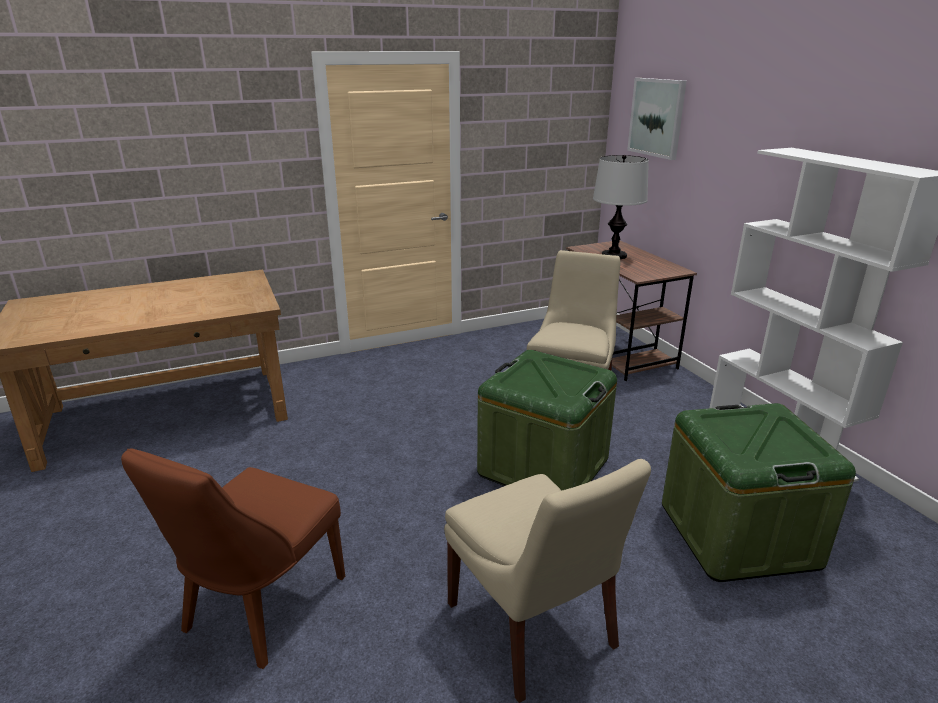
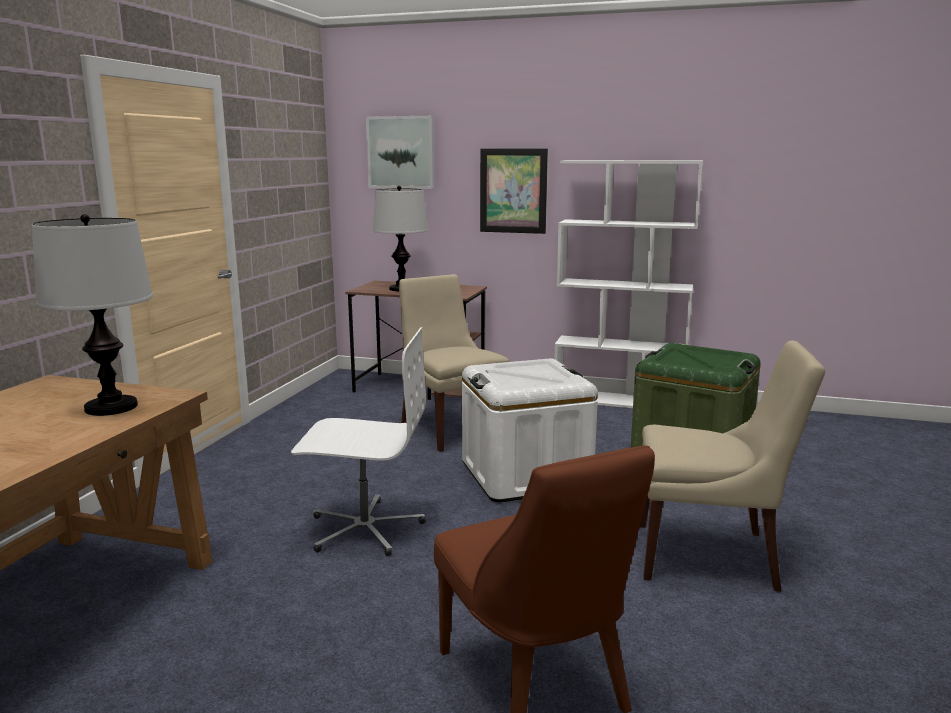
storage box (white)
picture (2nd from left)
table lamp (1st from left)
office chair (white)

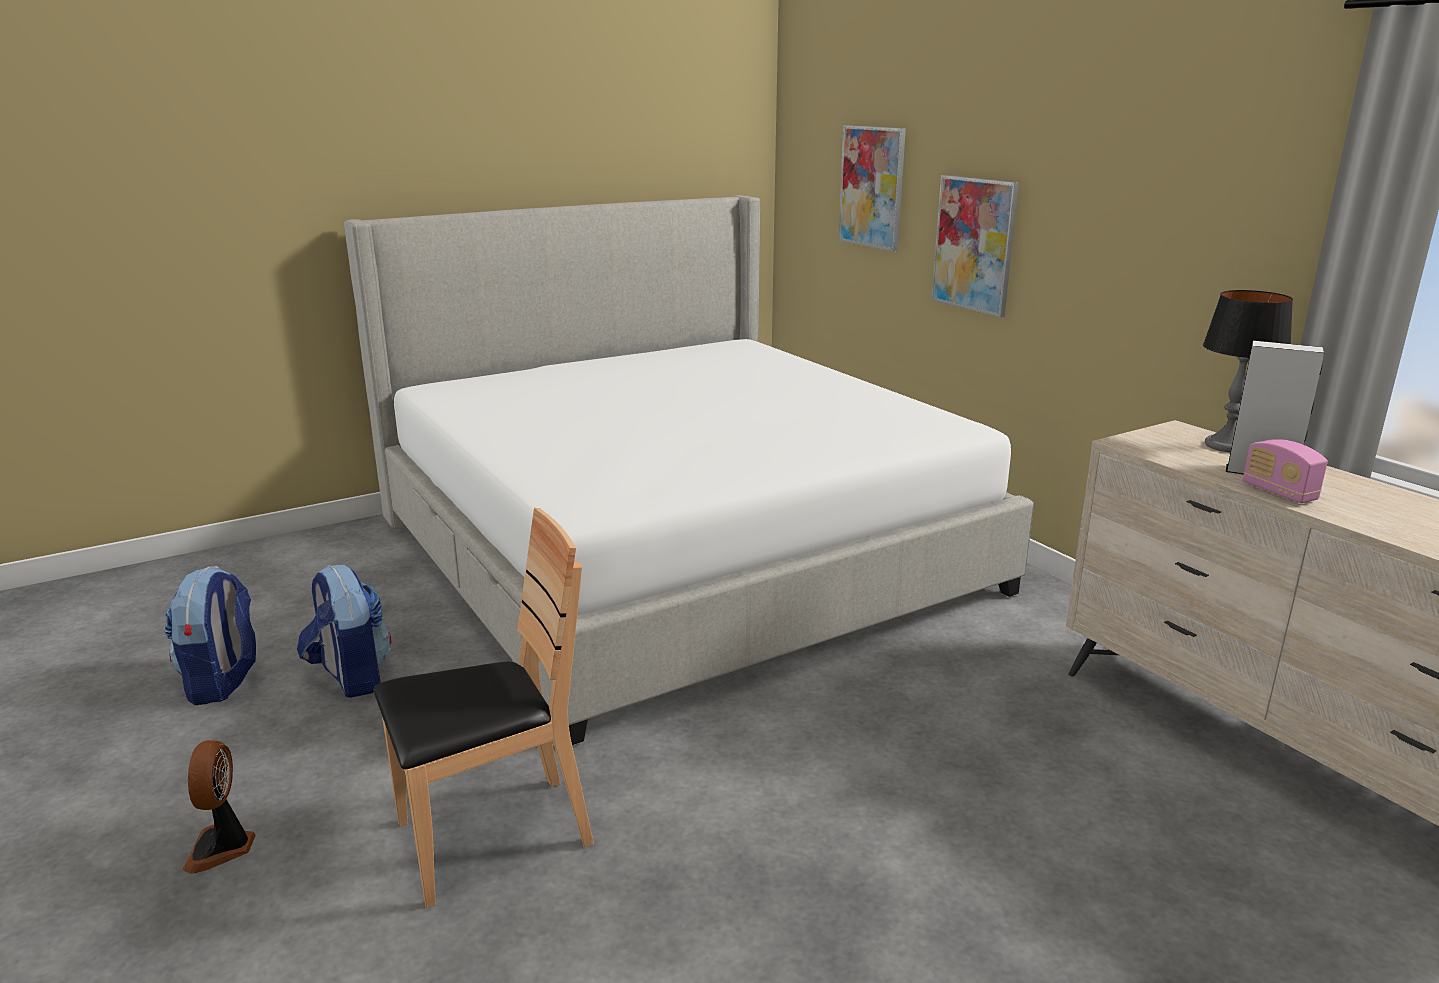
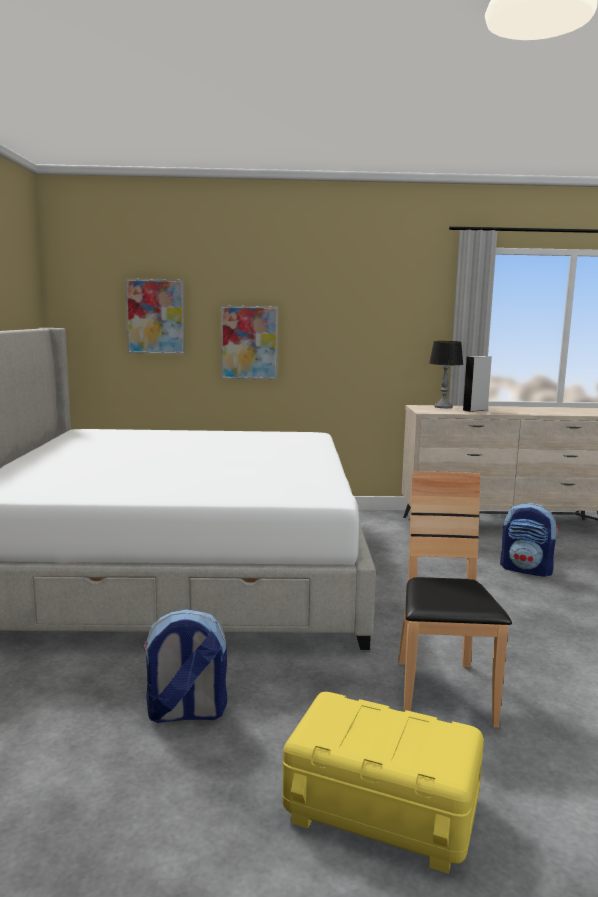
radio
backpack (2nd from left)
storage box (yellow)

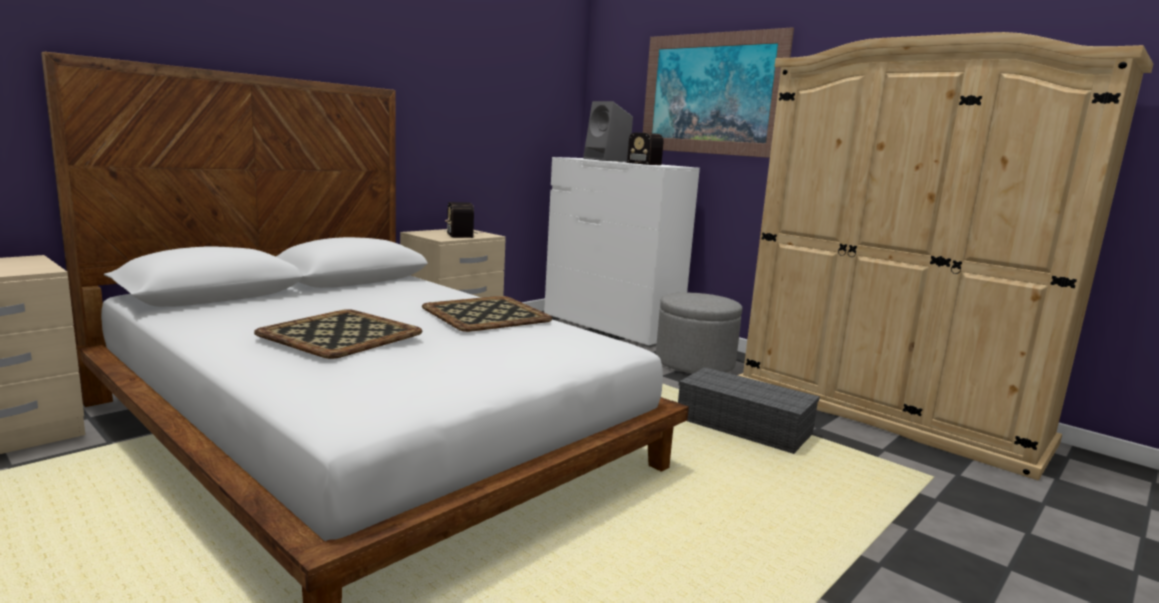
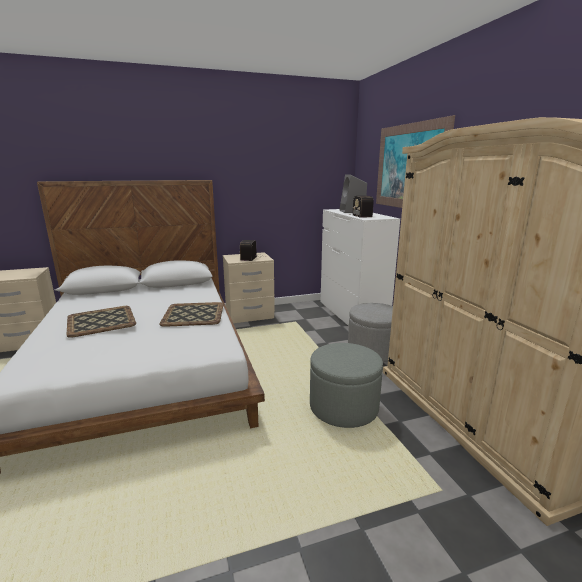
ottoman (grey) (1st from left)

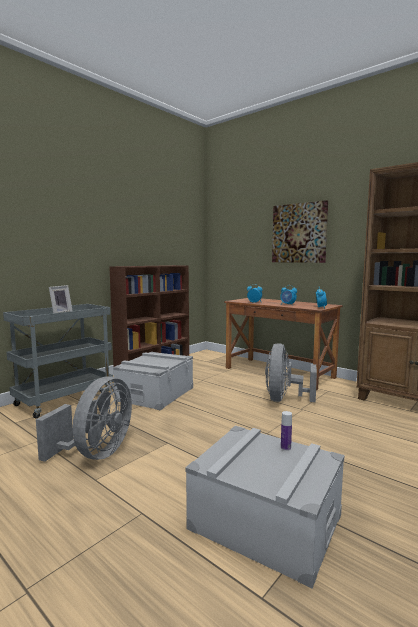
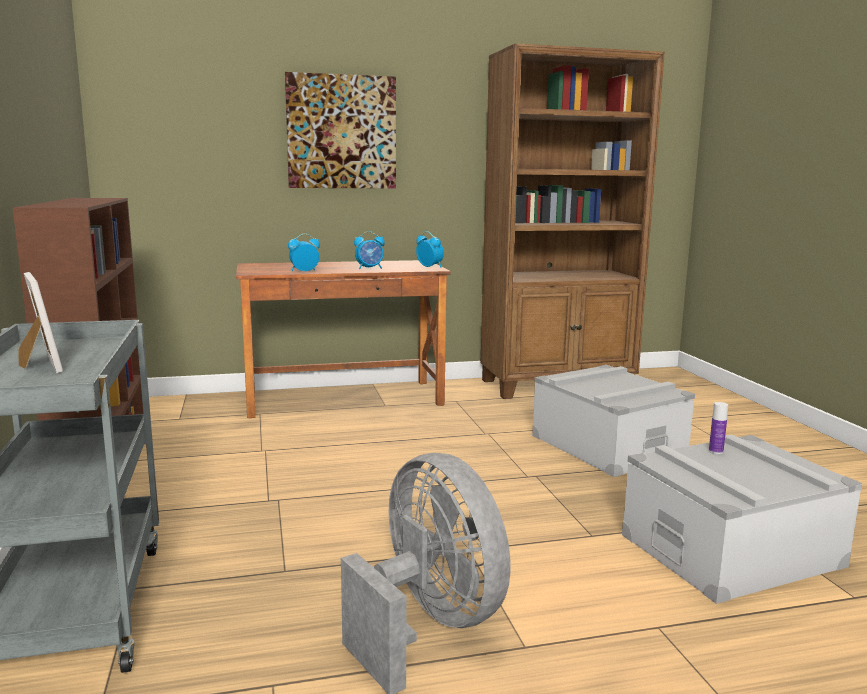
fan (grey) (2nd from left in the first image)
storage box (grey) (1st from left)

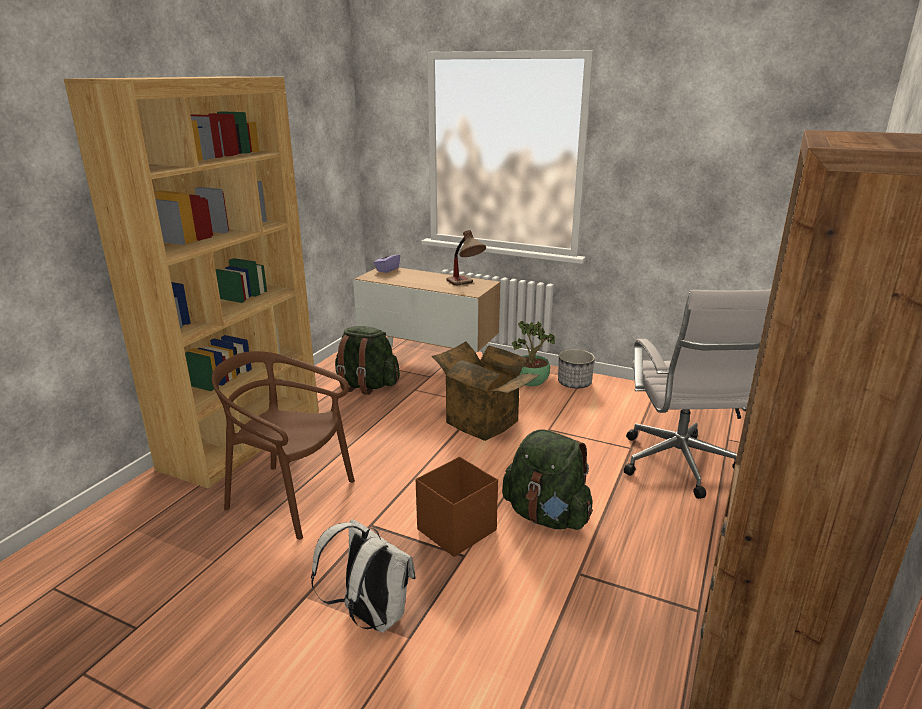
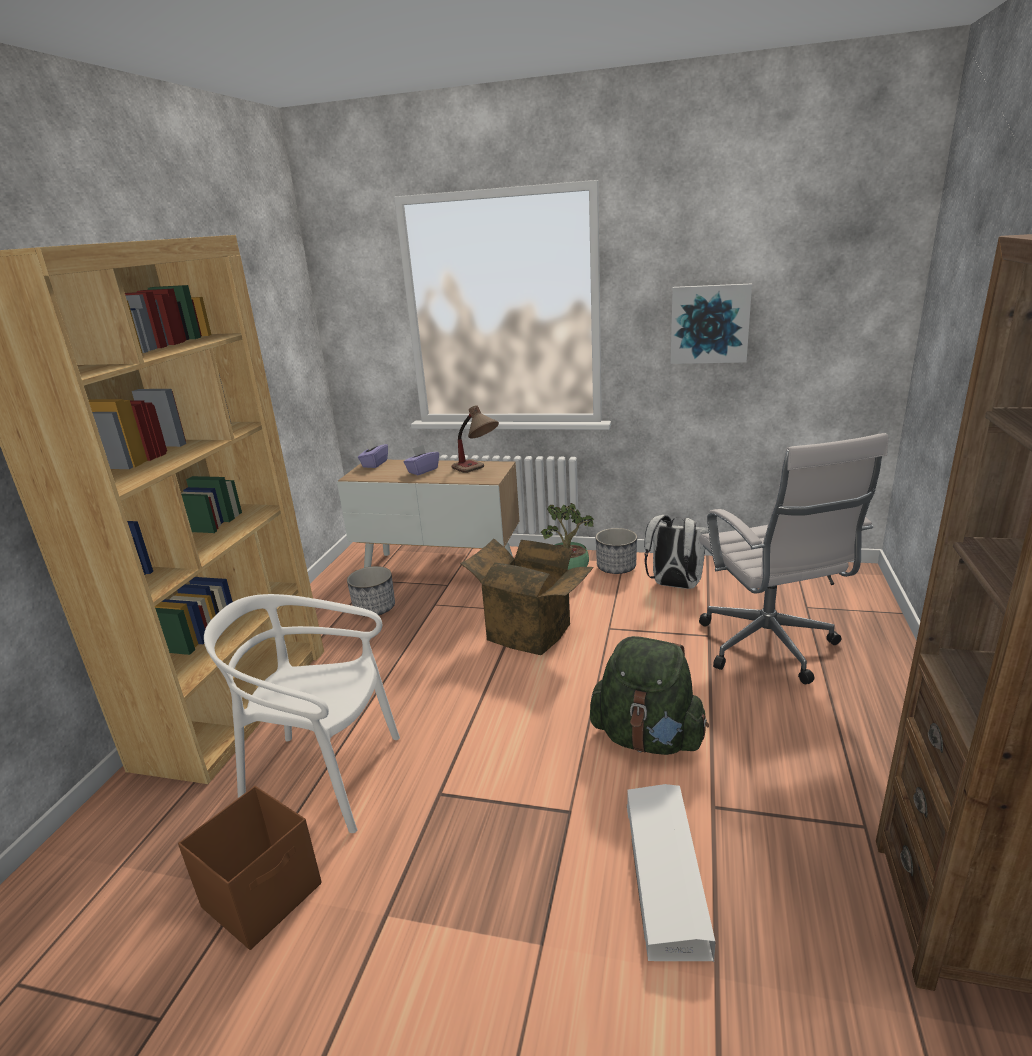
planter (1st from left)
chair (white)
storage box (brown)
backpack (white)
picture
tissue box (purple) (2nd from left)
storage box (white)

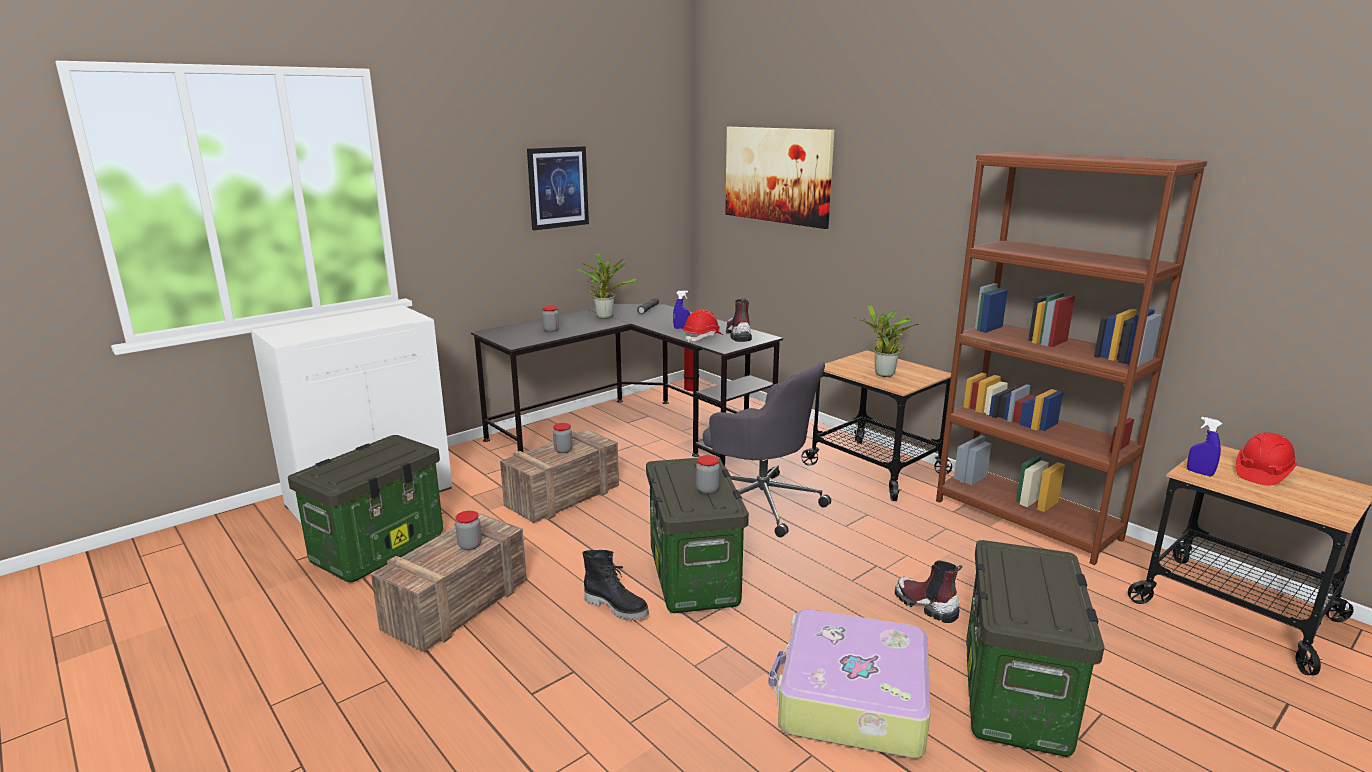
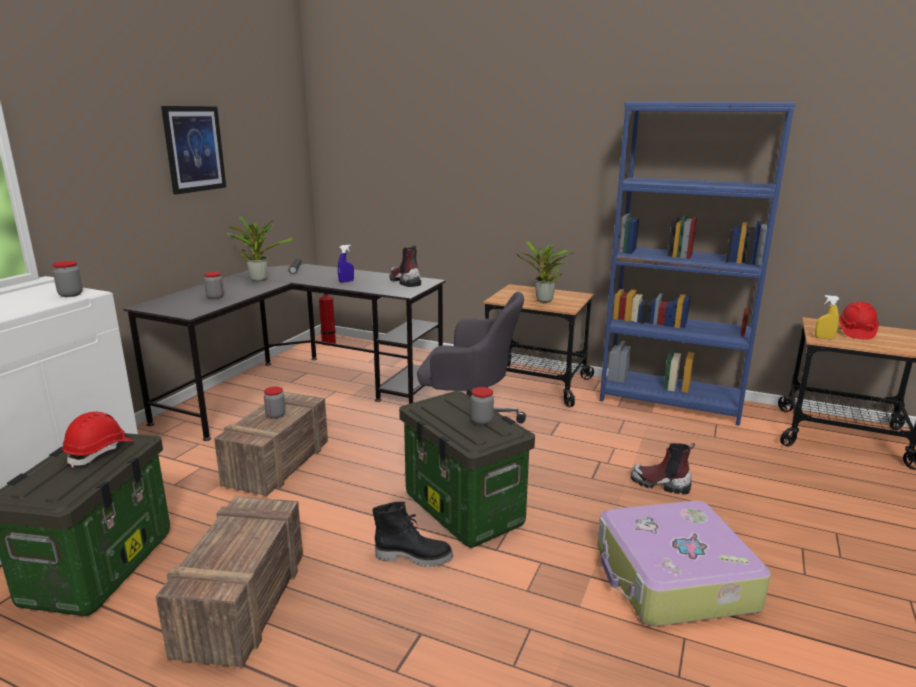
picture (2nd from left in the first image)
bookcase (blue)
hard hat (red) (1st from left)
spray bottle (yellow)
jar (1st from left)
storage box (3rd from left in the first image)

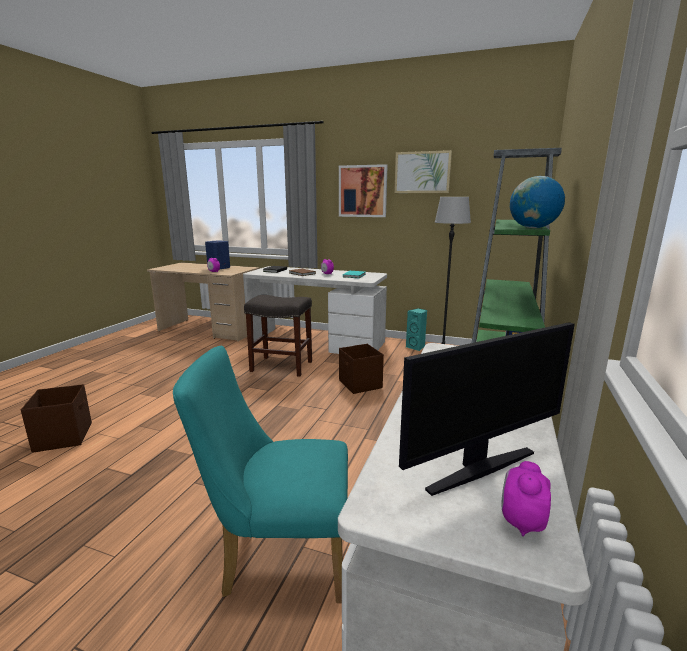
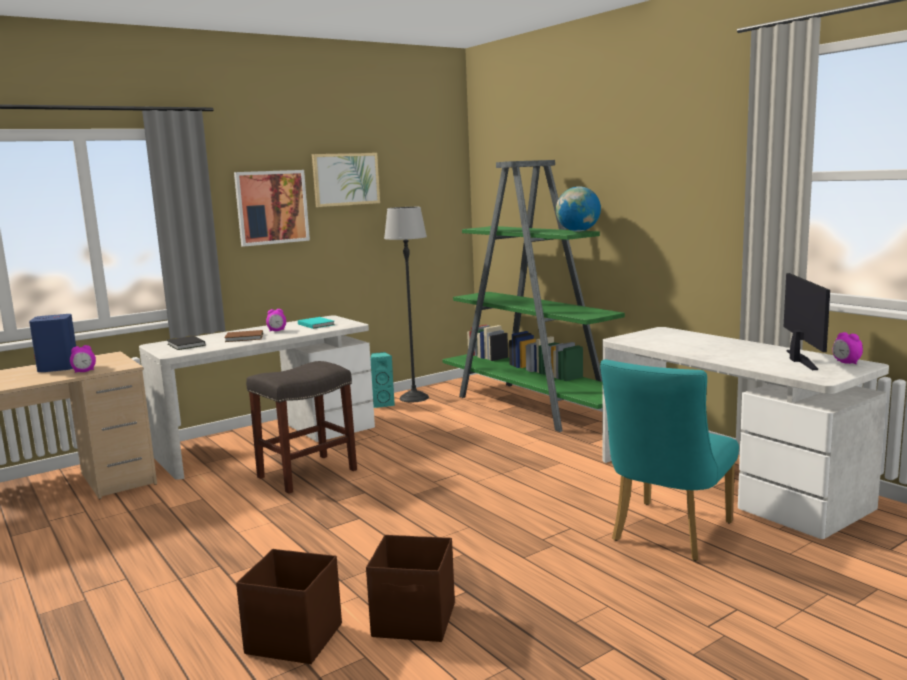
storage box (brown) (2nd from left)

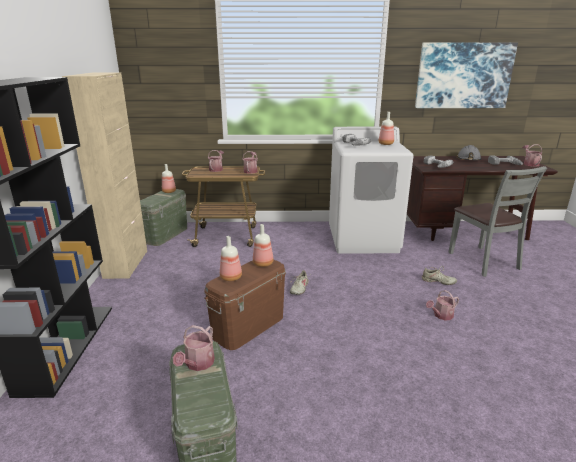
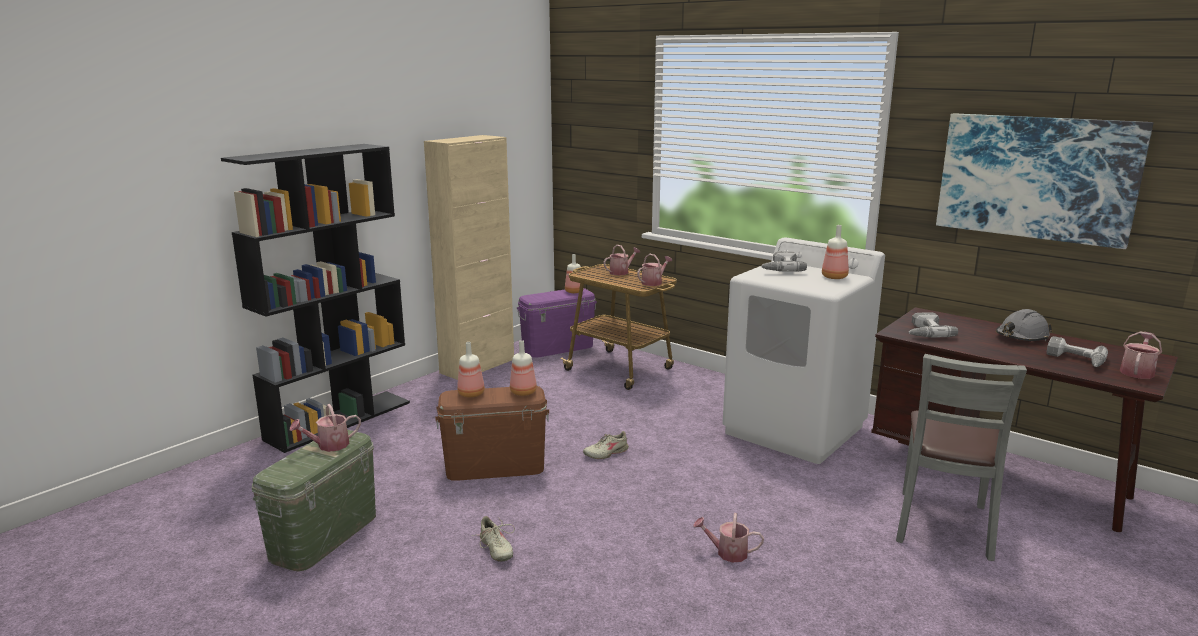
storage box (purple)
shoe (beige) (1st from left)

